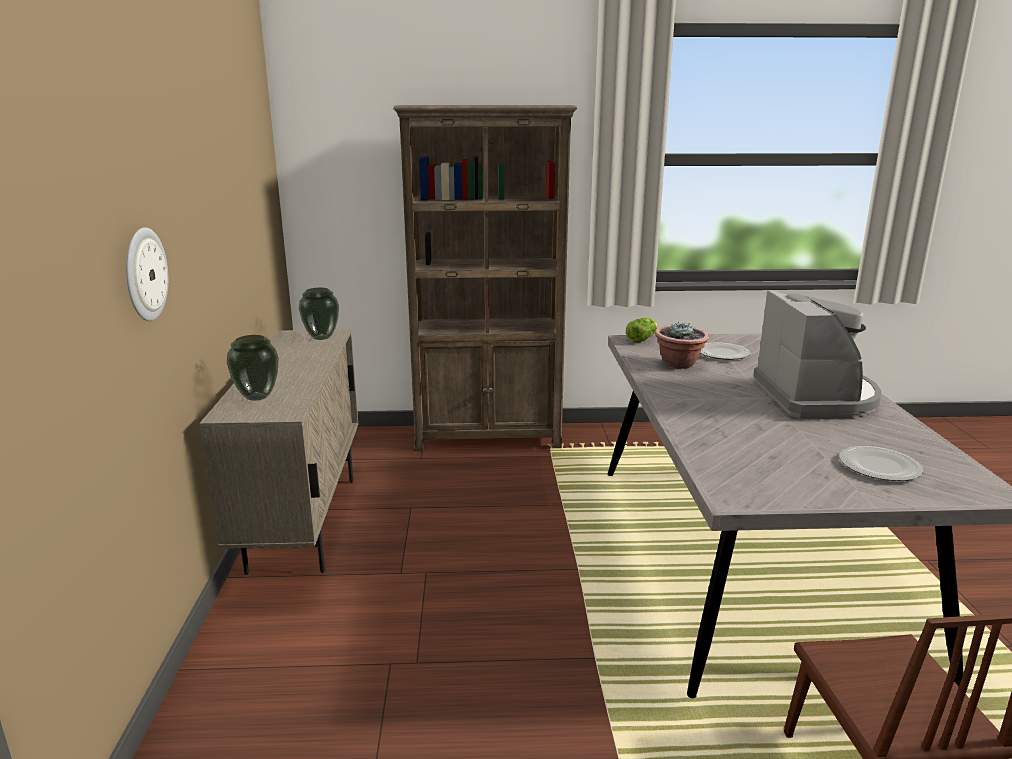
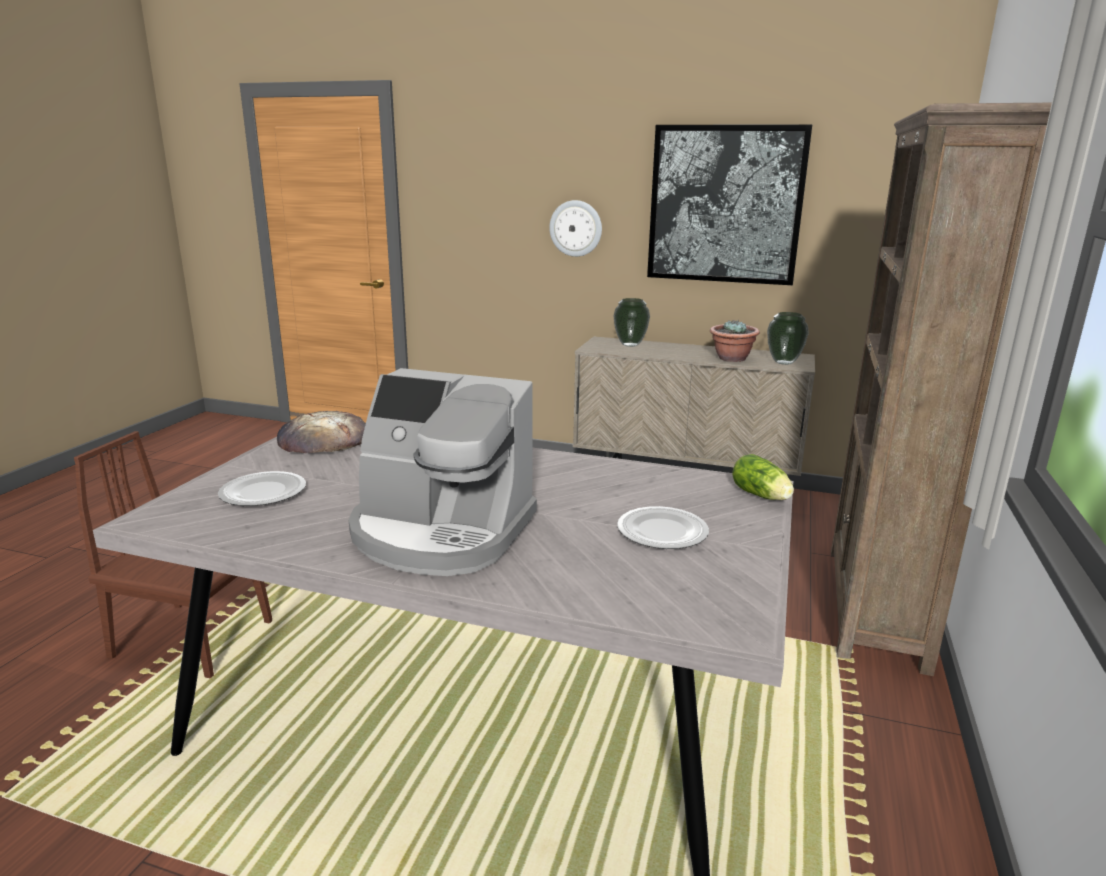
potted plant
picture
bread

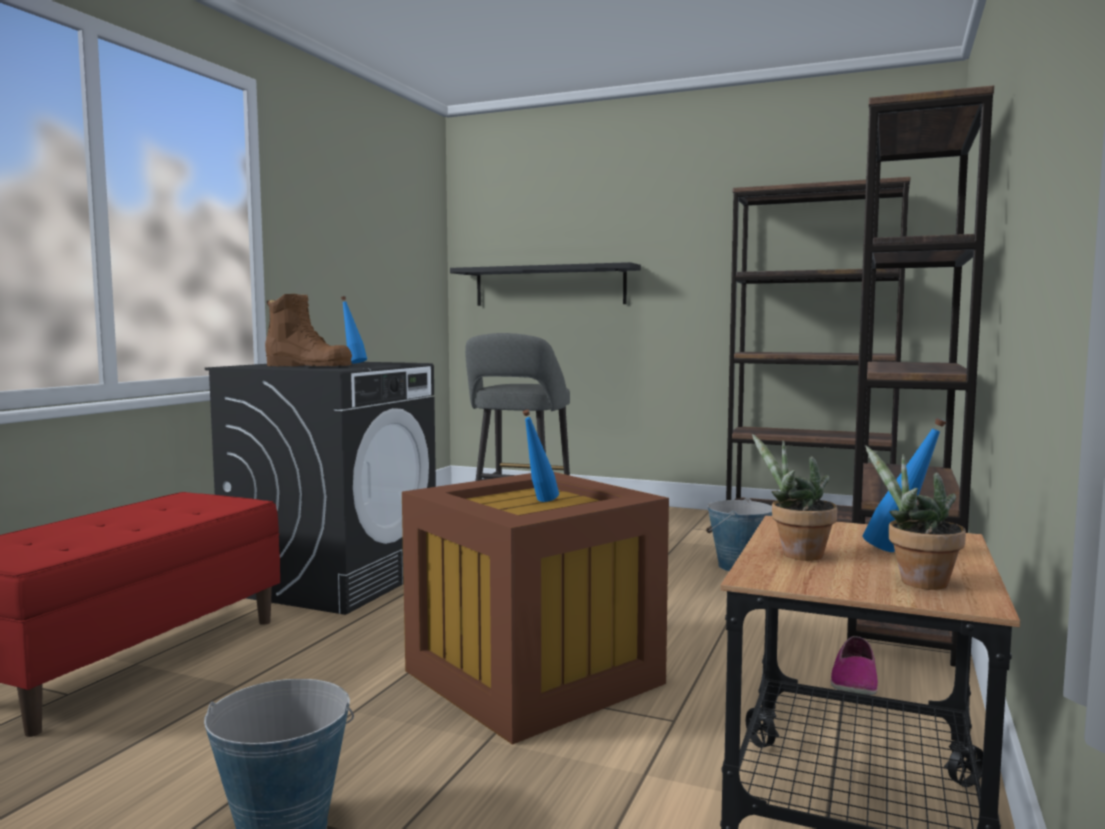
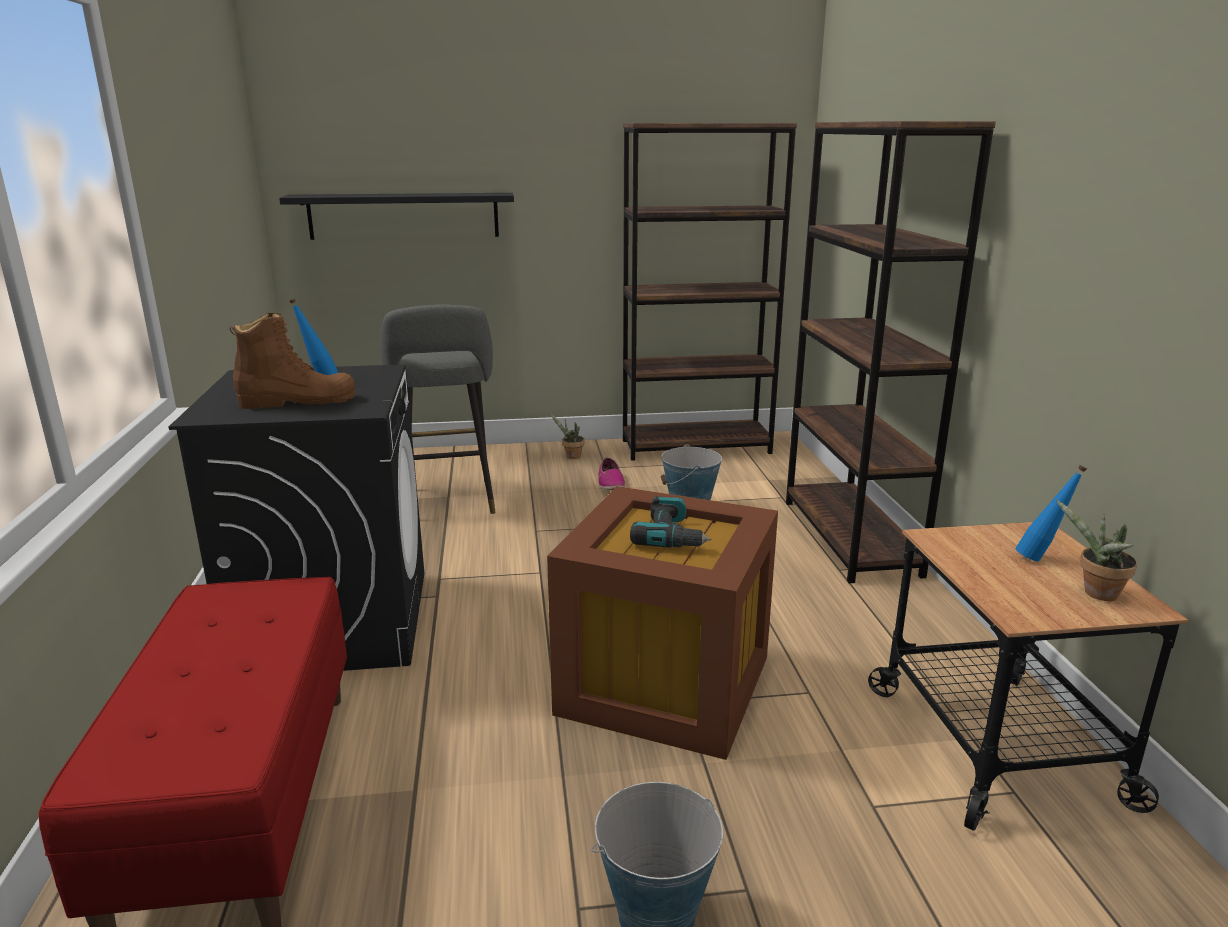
power drill
potted plant (1st from left)
shoe

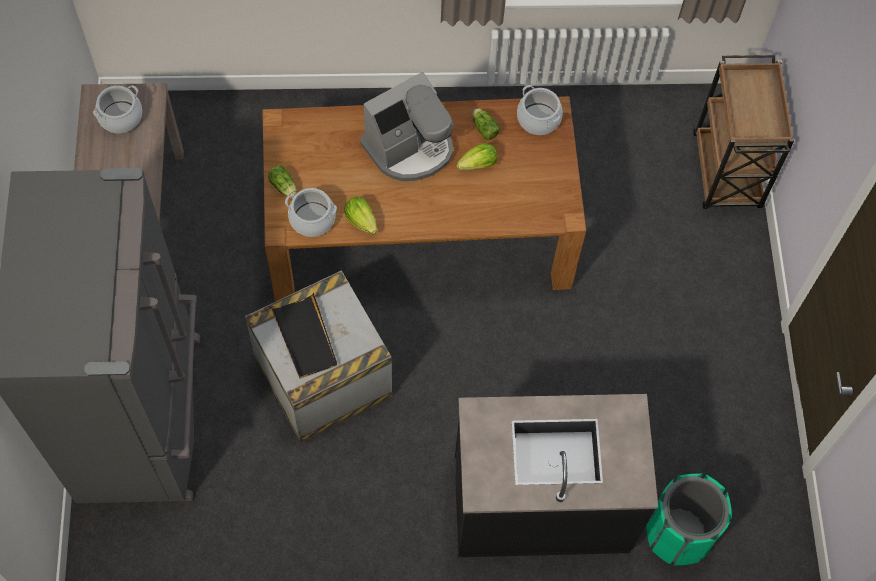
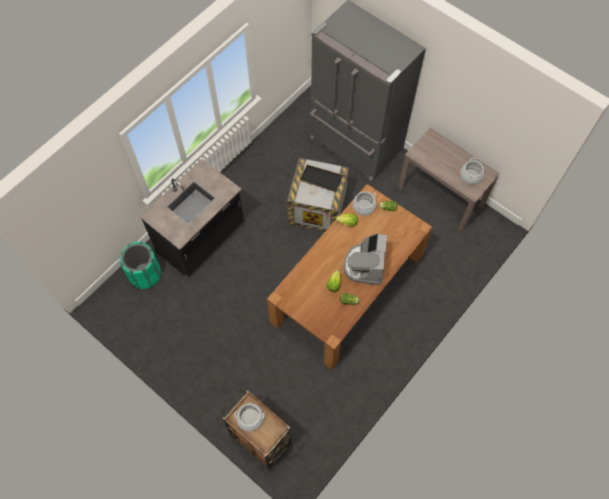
cooking pot (1st from left)

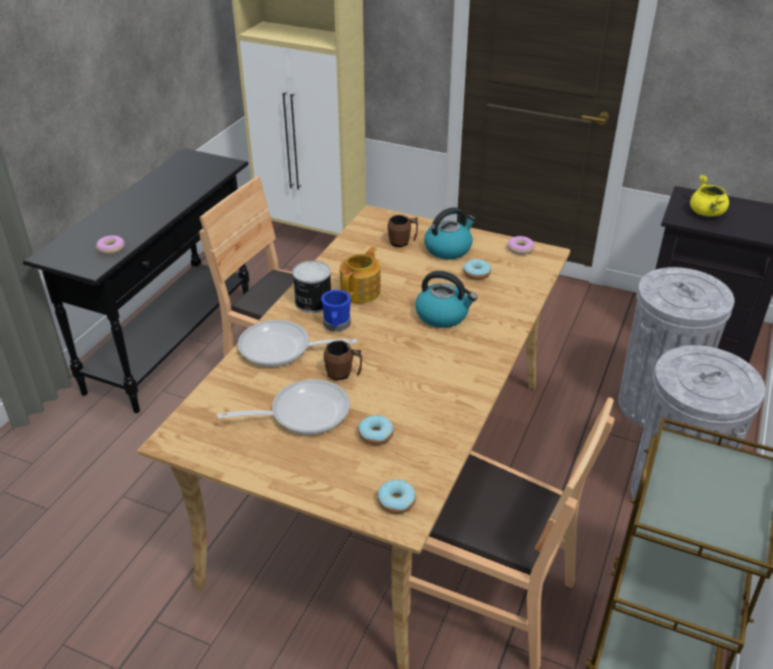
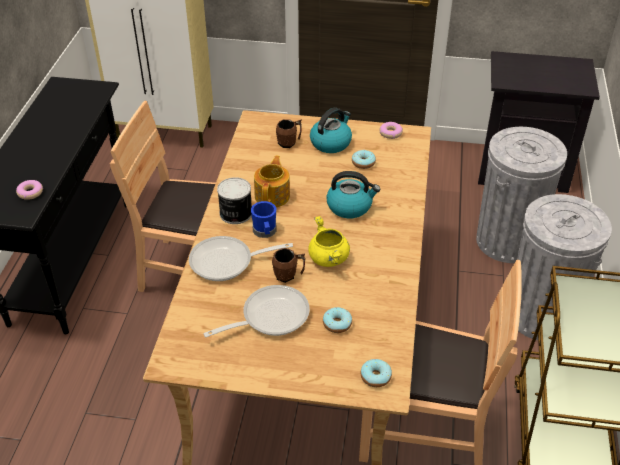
cooking pot (yellow)

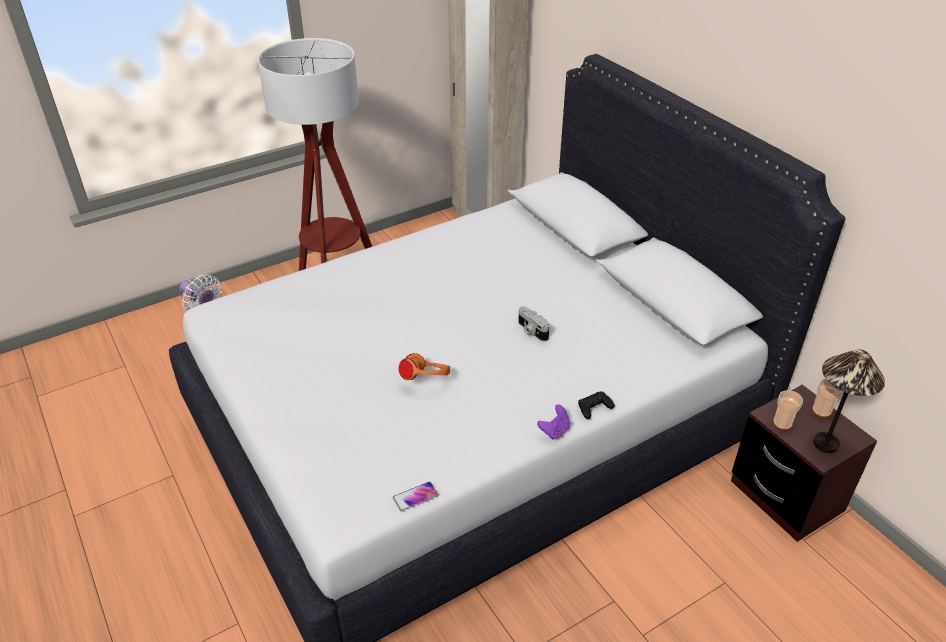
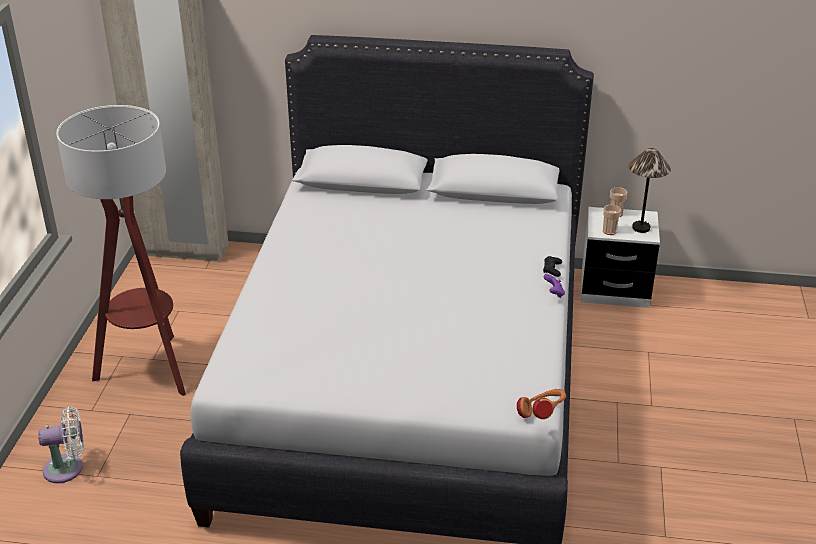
photo camera
headphones (orange)
nightstand (white)
phone

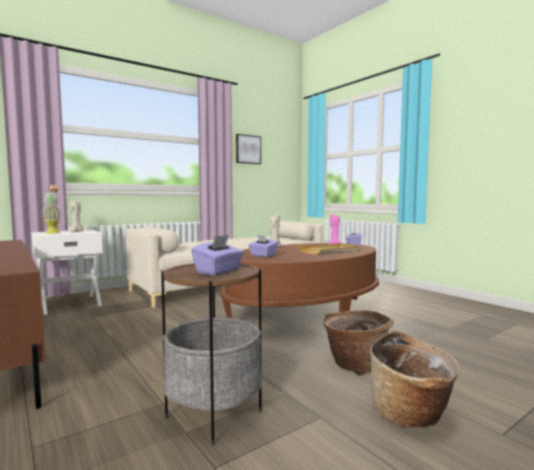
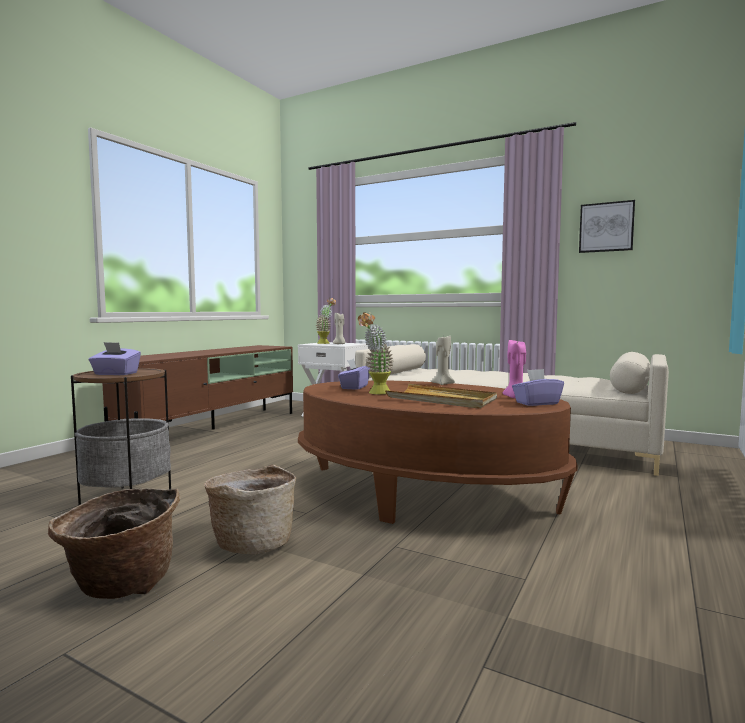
potted plant (2nd from left)

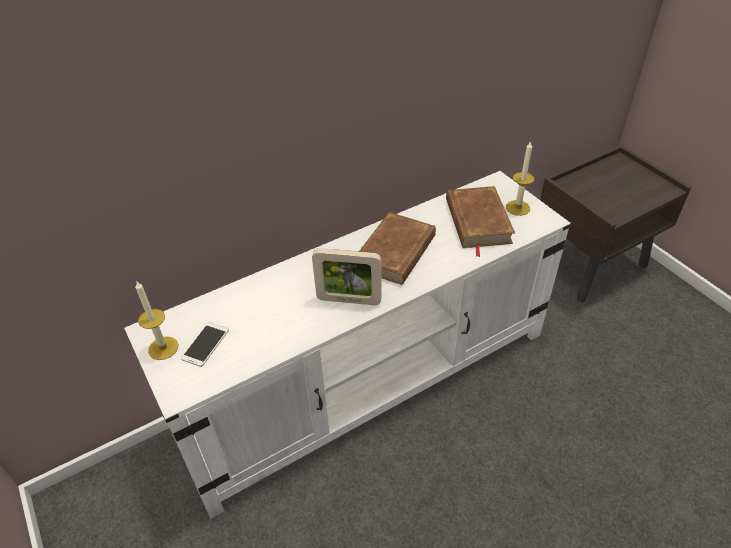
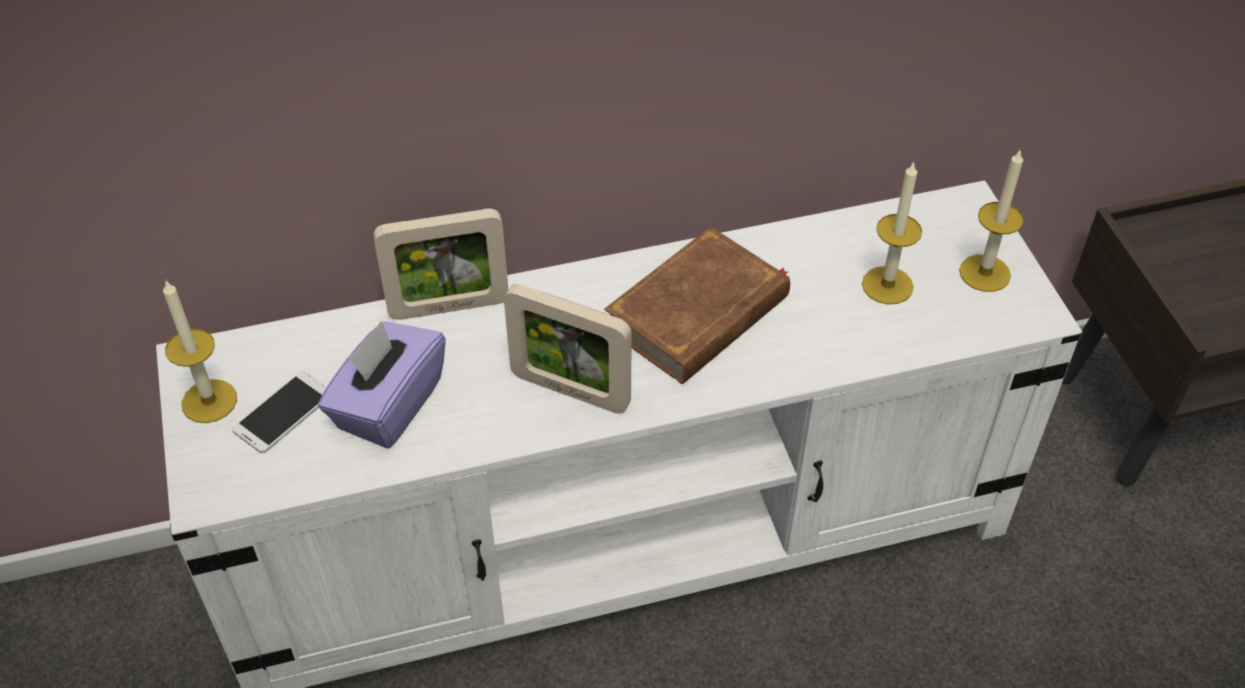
candle (2nd from left)
picture frame (1st from left)
tissue box (purple)

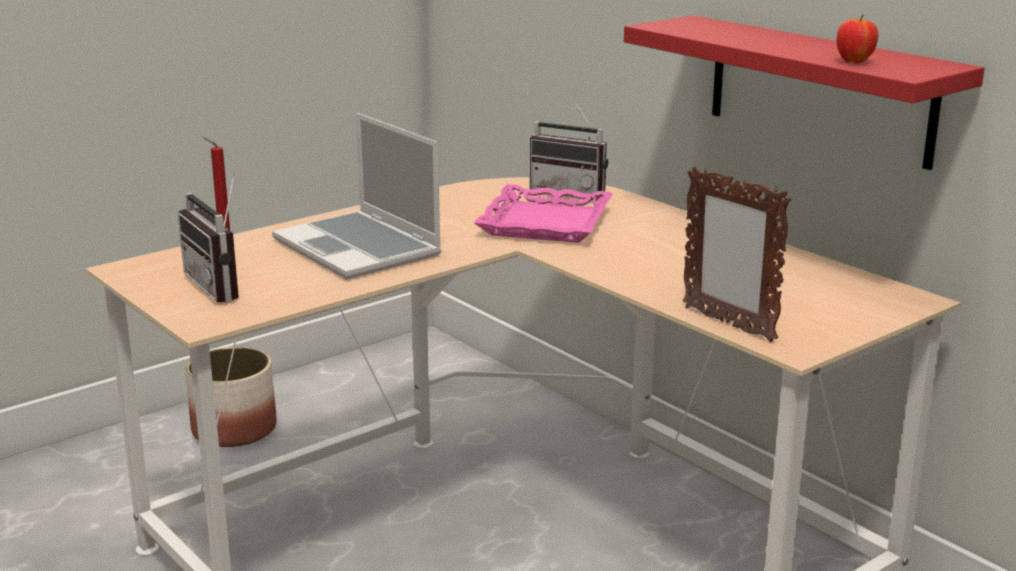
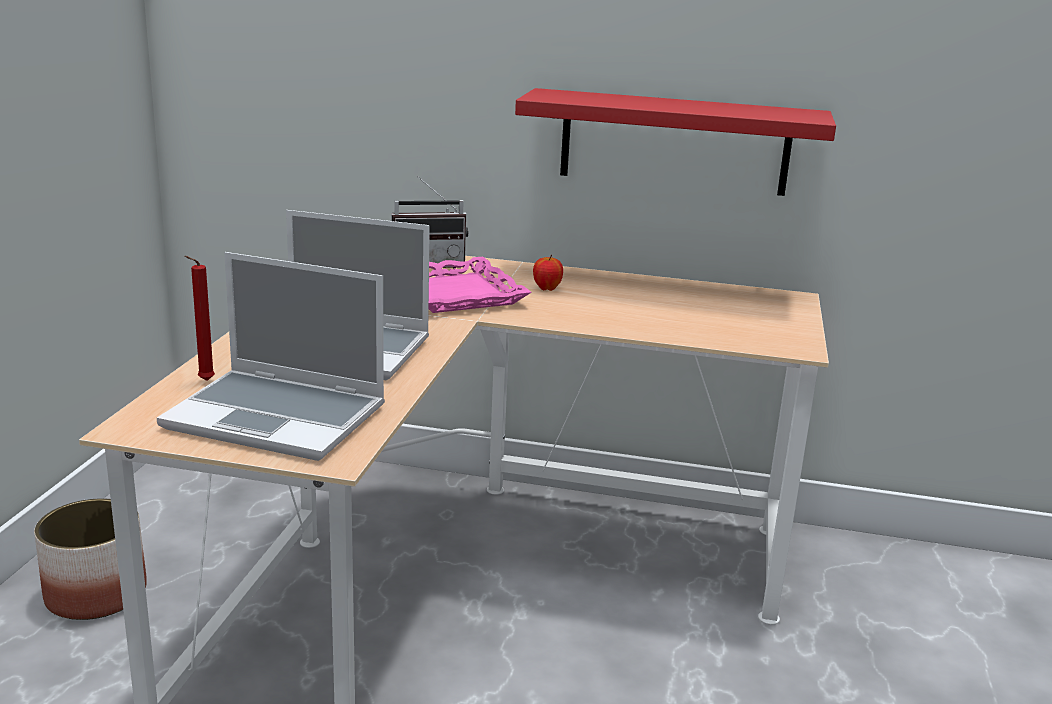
apple
picture frame
laptop (1st from left)

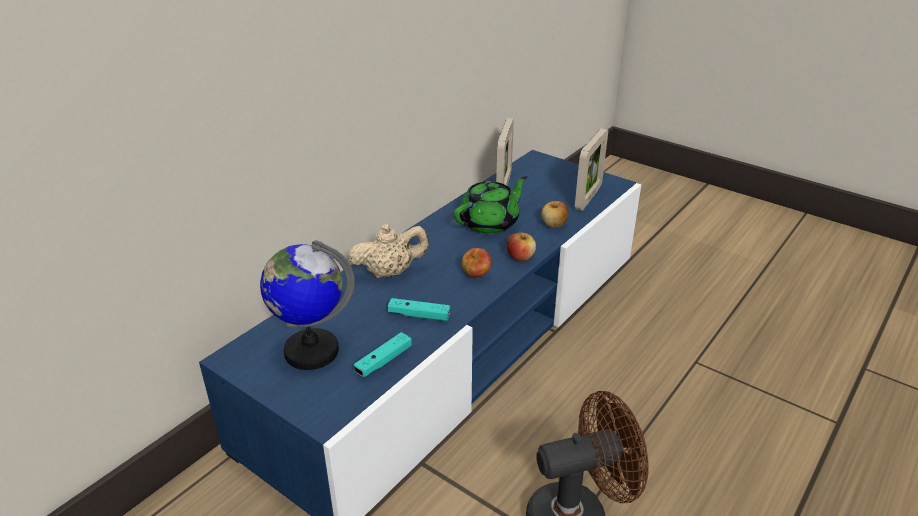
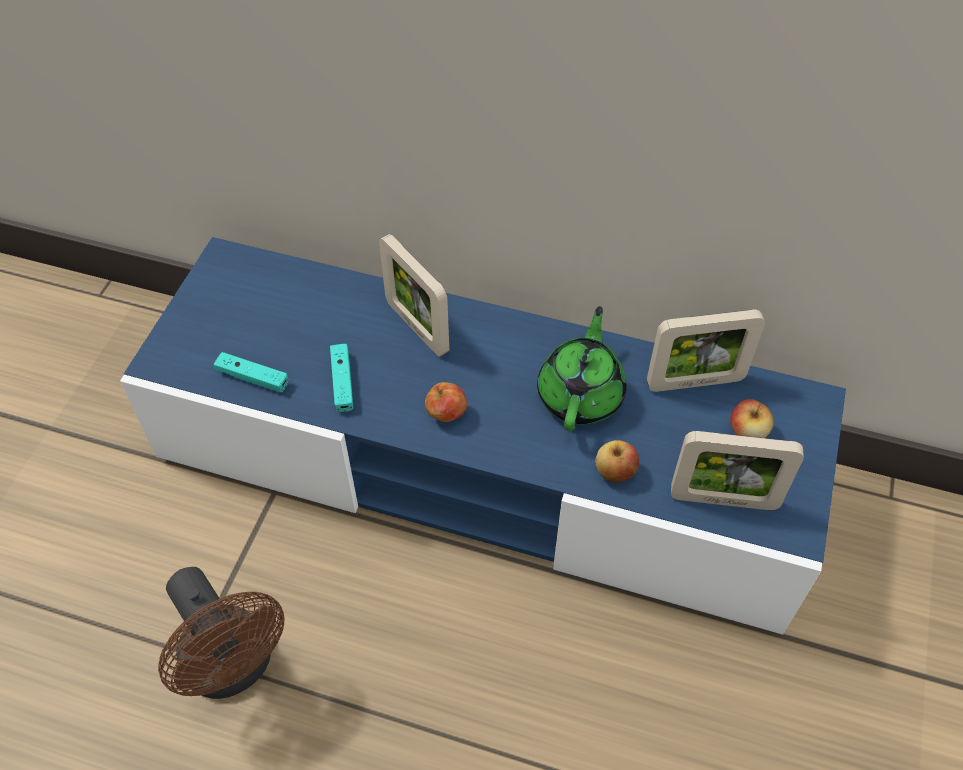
teapot (green)
picture frame (1st from left)
apple (3rd from left)
globe

